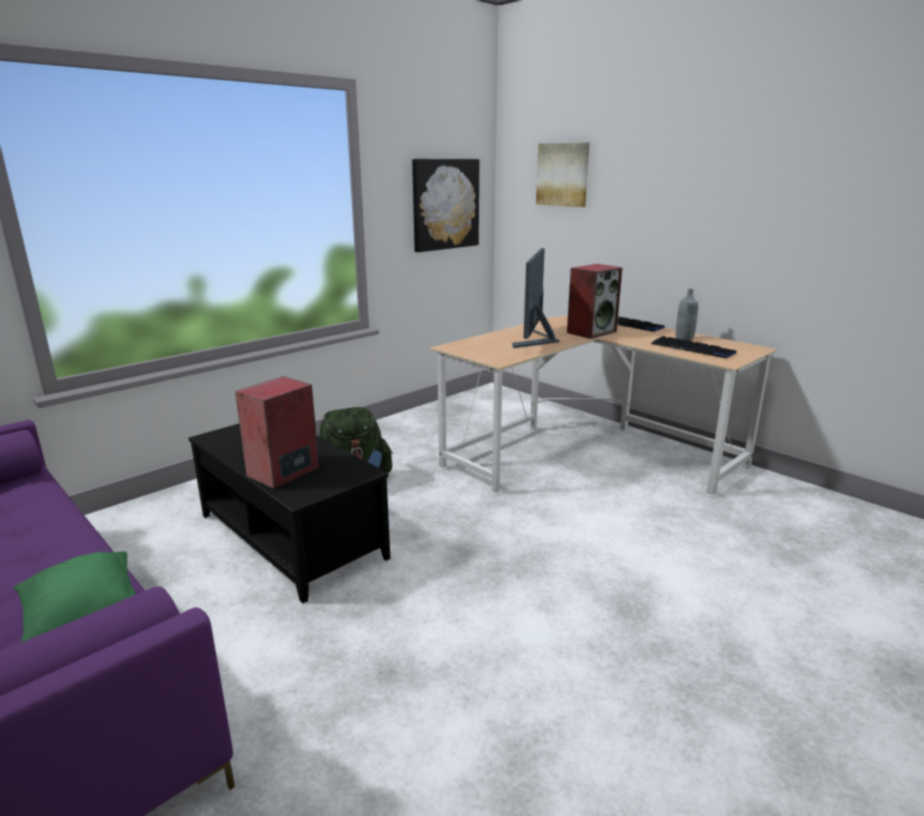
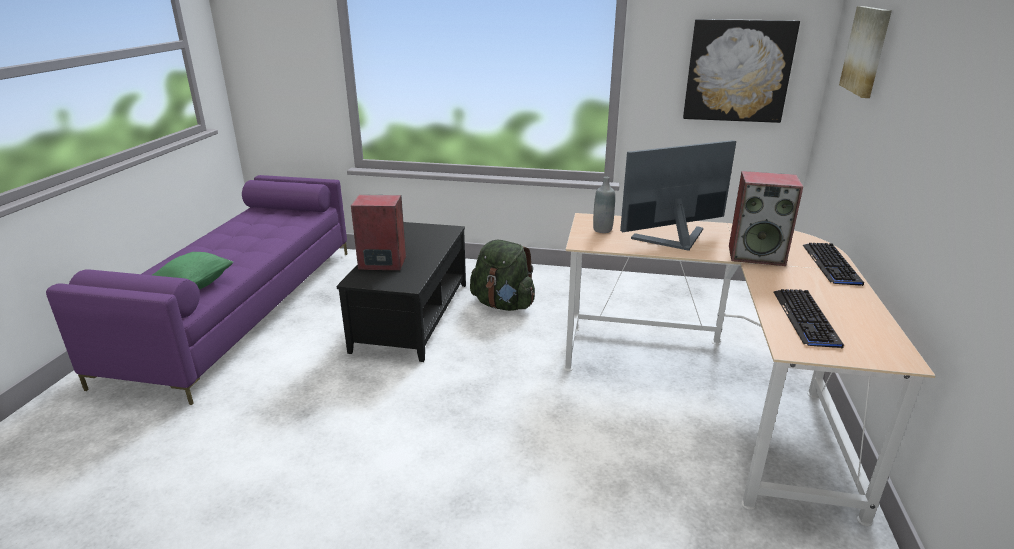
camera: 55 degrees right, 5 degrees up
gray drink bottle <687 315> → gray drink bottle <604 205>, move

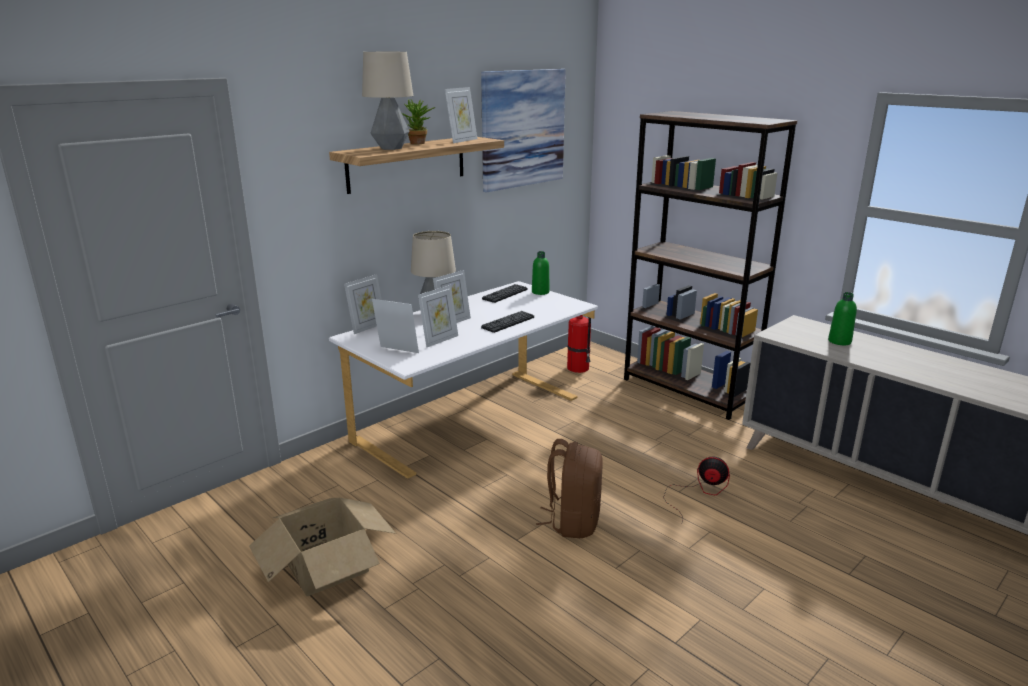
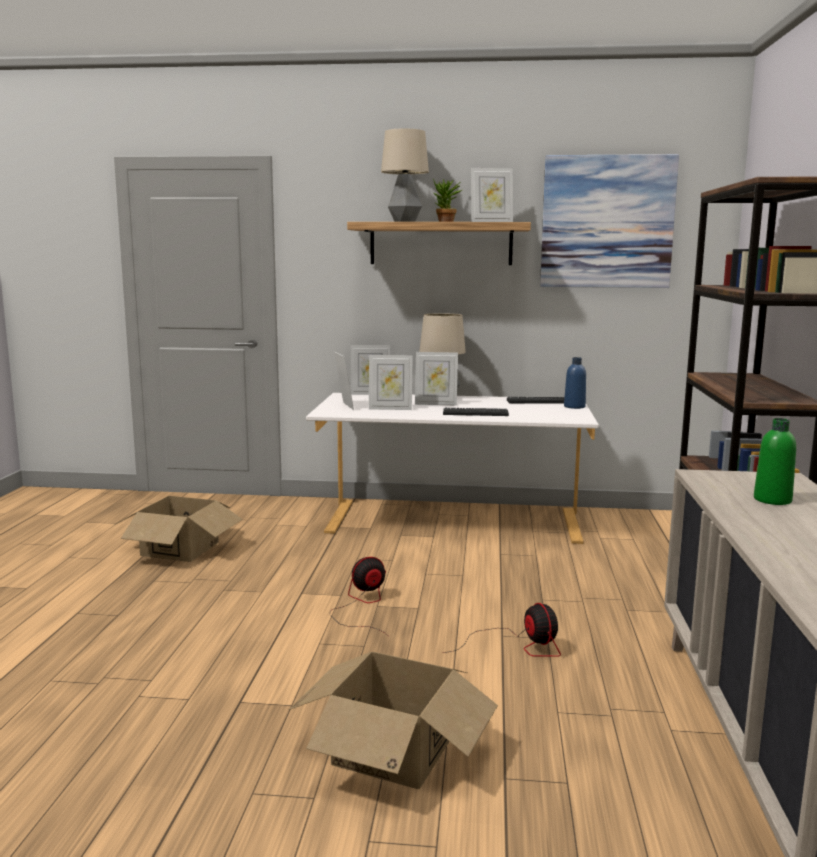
camera: 50 degrees right, 10 degrees down
green-coloured drink bottle <541 273> → bluish drink bottle <575 383>
brown-coloured backpack <569 488> → electric fan <359 596>
fire-fighting cylinder <579 344> → -
- → carton <393 720>

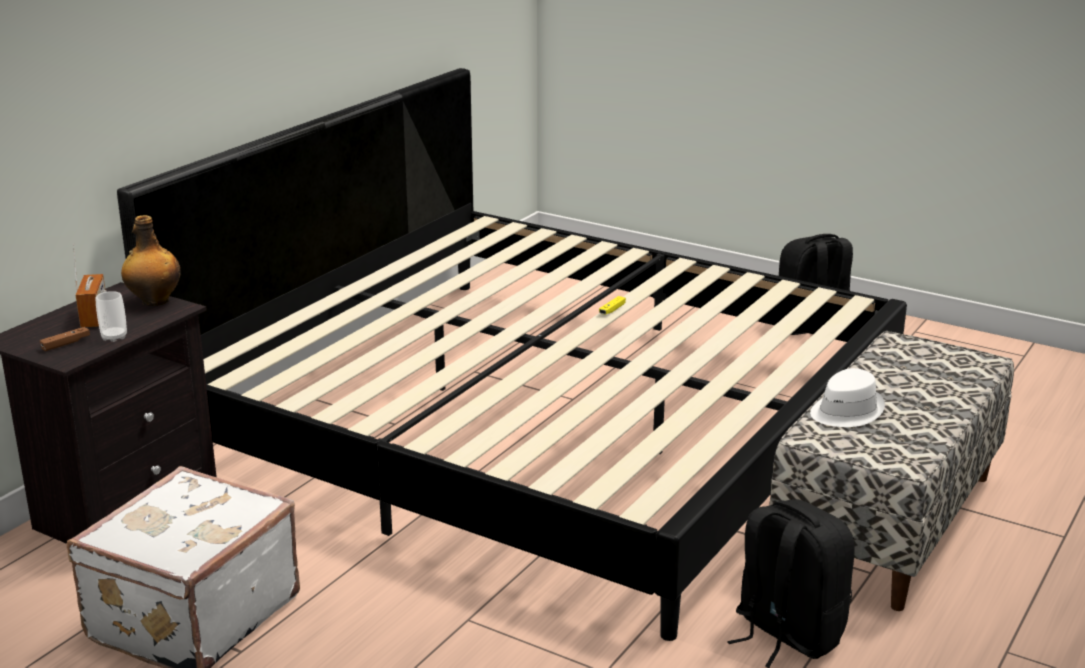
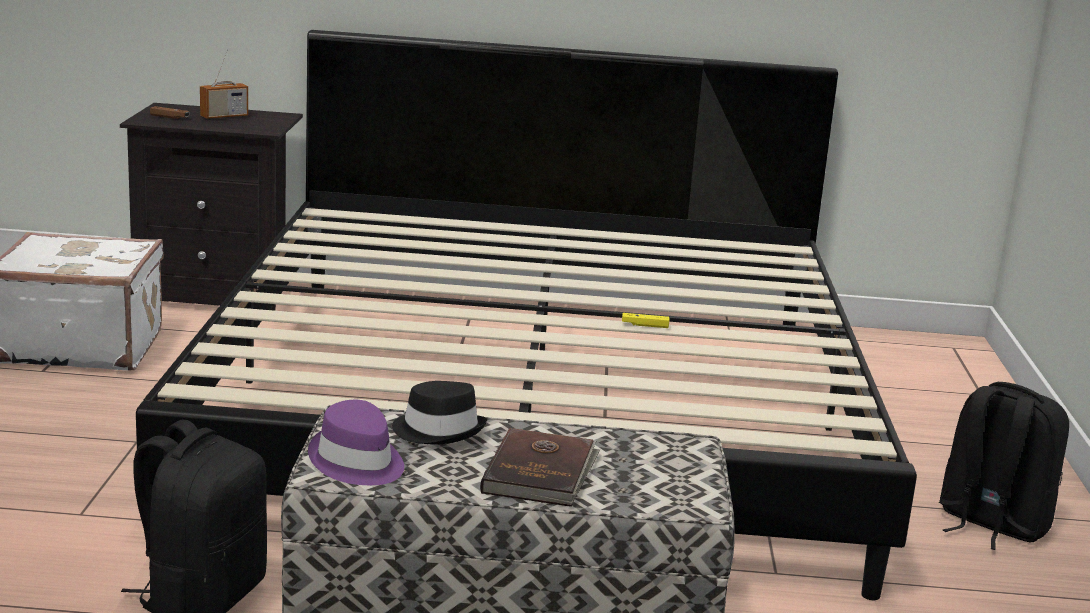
camera: 60 degrees right, 5 degrees down
cup <111 316> → -
drink bottle <150 260> → -
white clothing hat <847 397> → blackish clothing hat <439 413>
- → purple-coloured clothing hat <356 442>
- → brown-coloured volume <540 467>

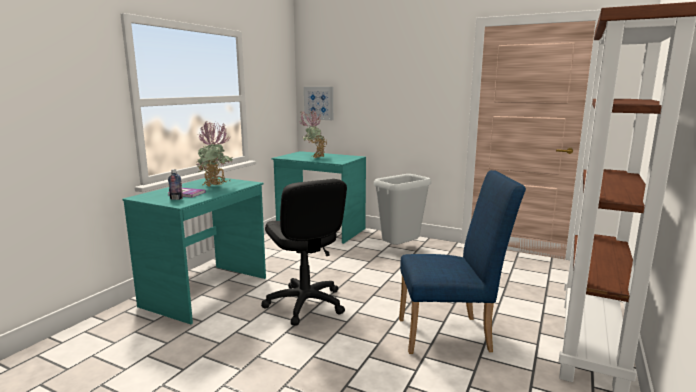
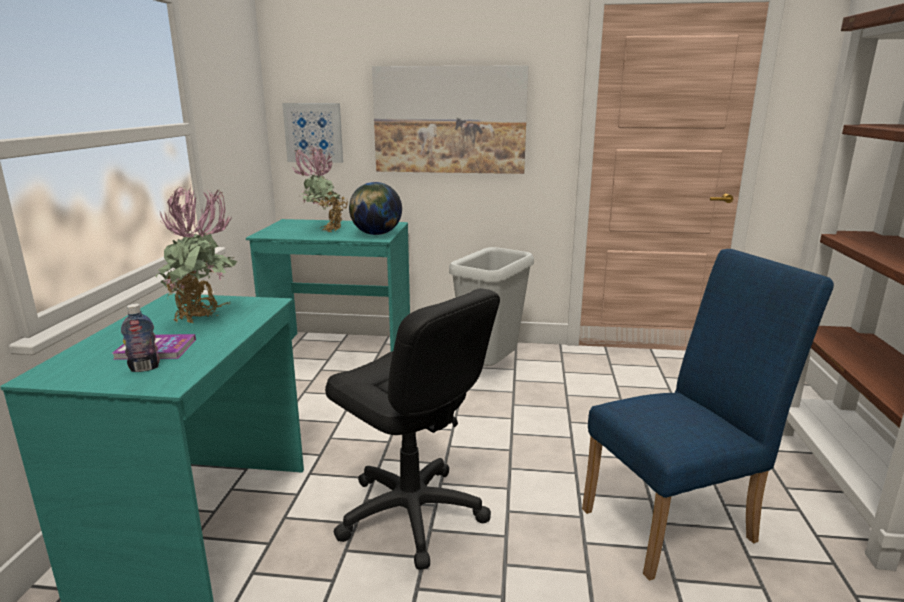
camera: 20 degrees left, 5 degrees up
- → desk globe <375 208>
- → picture <450 119>

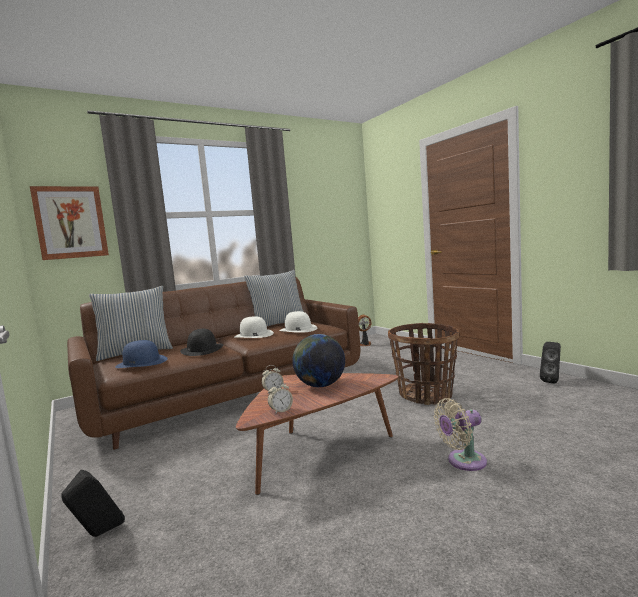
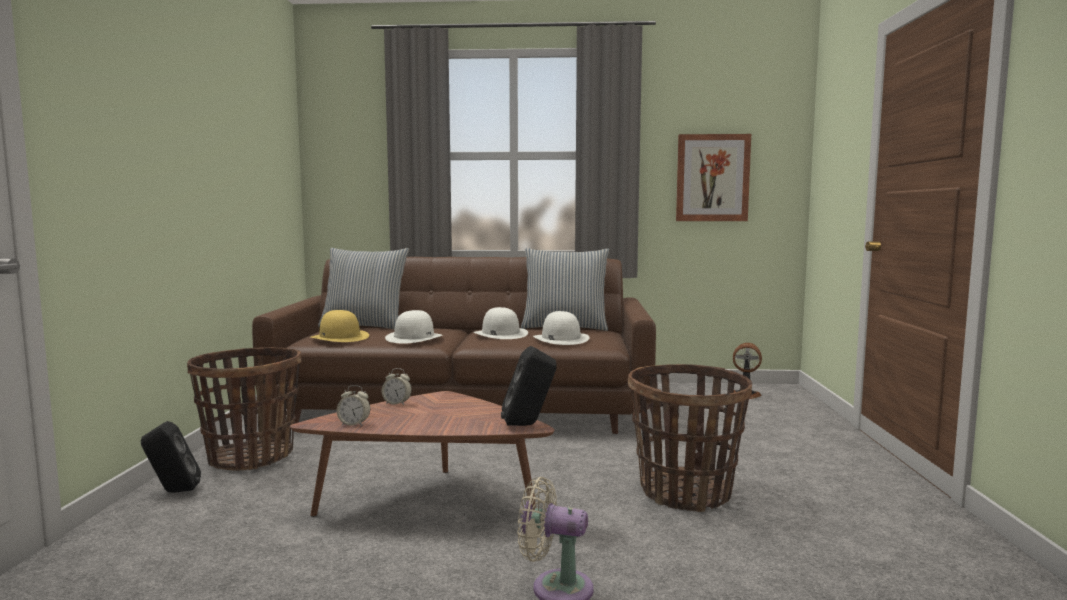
camera: 35 degrees right, 0 degrees up
picture <69 223> → picture <713 177>, move
bluish clothing hat <141 354> → yellowish clothing hat <340 326>
blackish clothing hat <202 342> → white clothing hat <414 327>
desk globe <318 360> → -
blackish audio speaker <550 363> → blackish audio speaker <529 386>, move
- → basket <244 409>

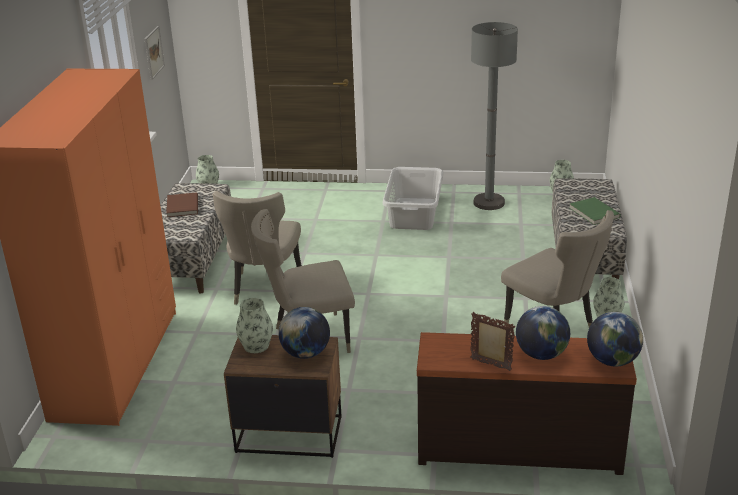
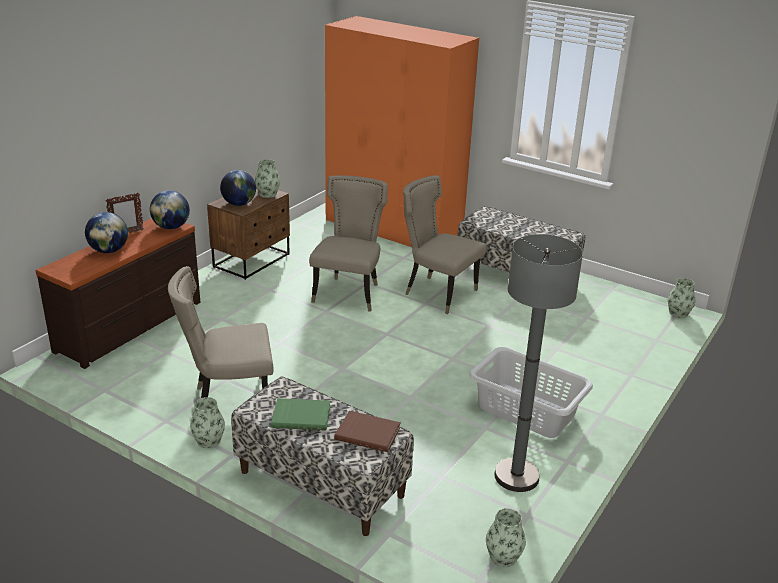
camera: 115 degrees right, 0 degrees up
picture <155 53> → -
brown-coloured volume <182 204> → brown-coloured volume <367 431>, move
desk globe <615 339> → desk globe <170 209>, move

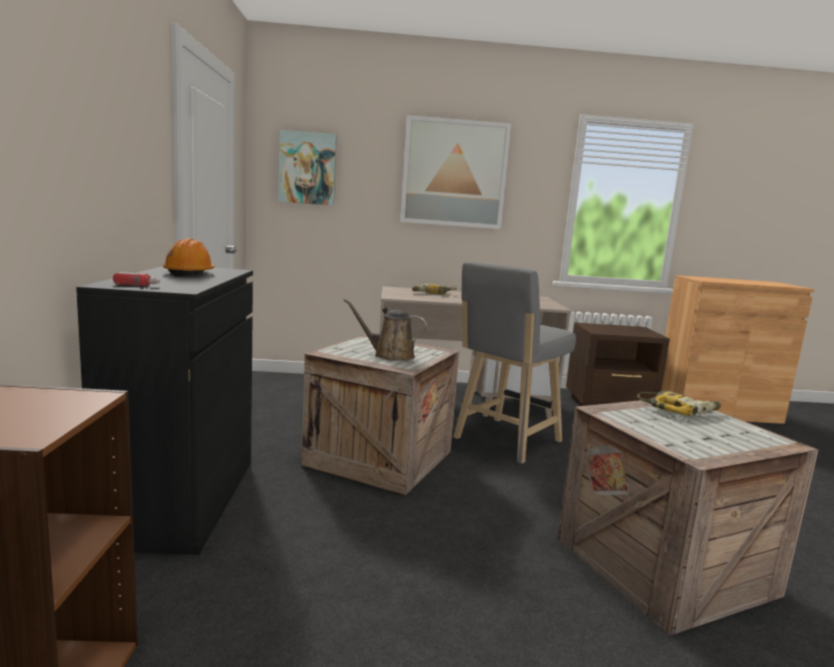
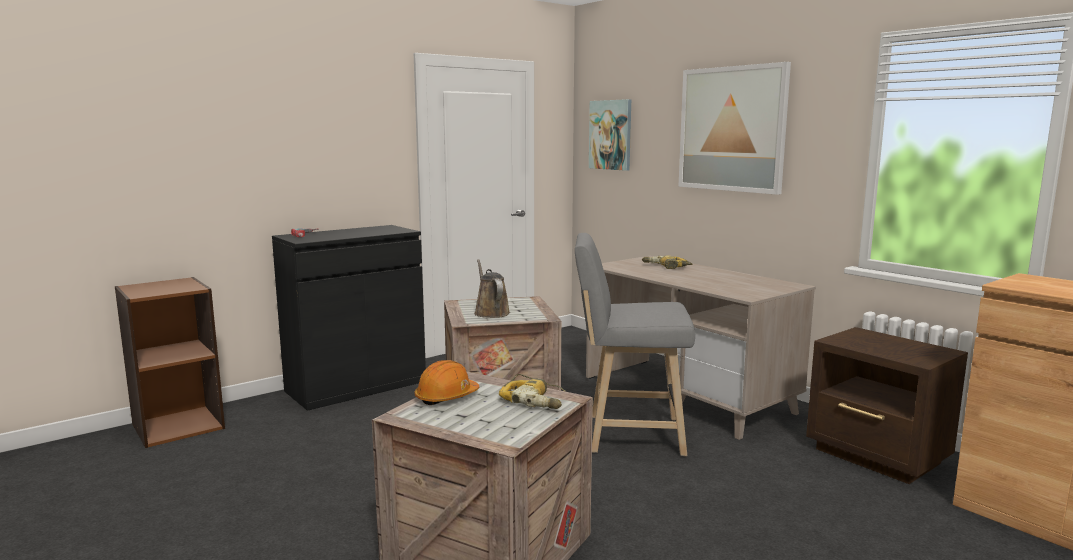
camera: 55 degrees right, 0 degrees up
orange-coloured safety helmet <188 257> → orange-coloured safety helmet <446 382>, move

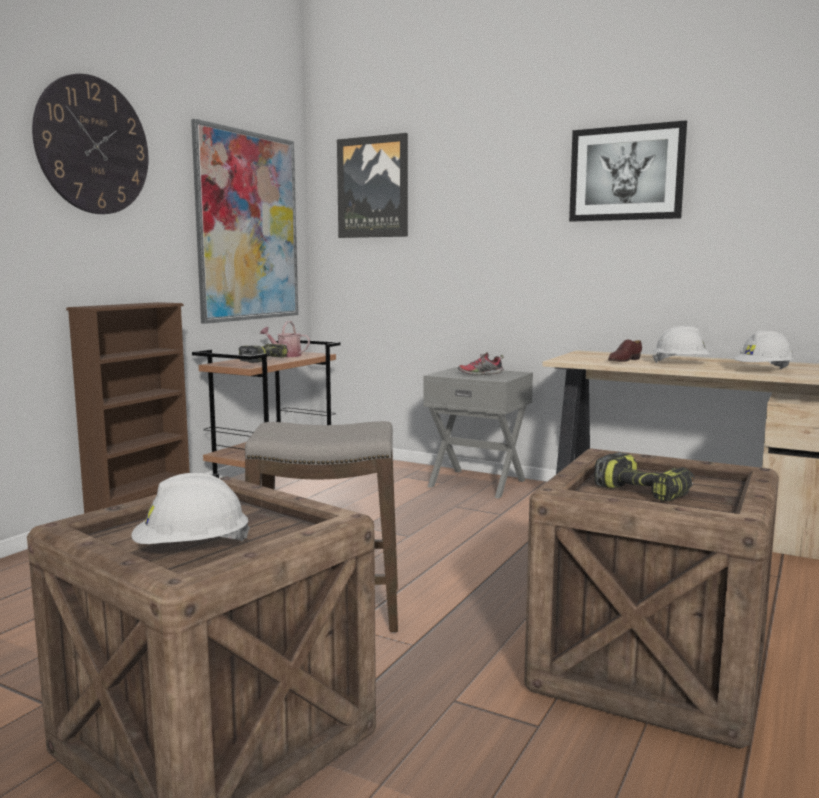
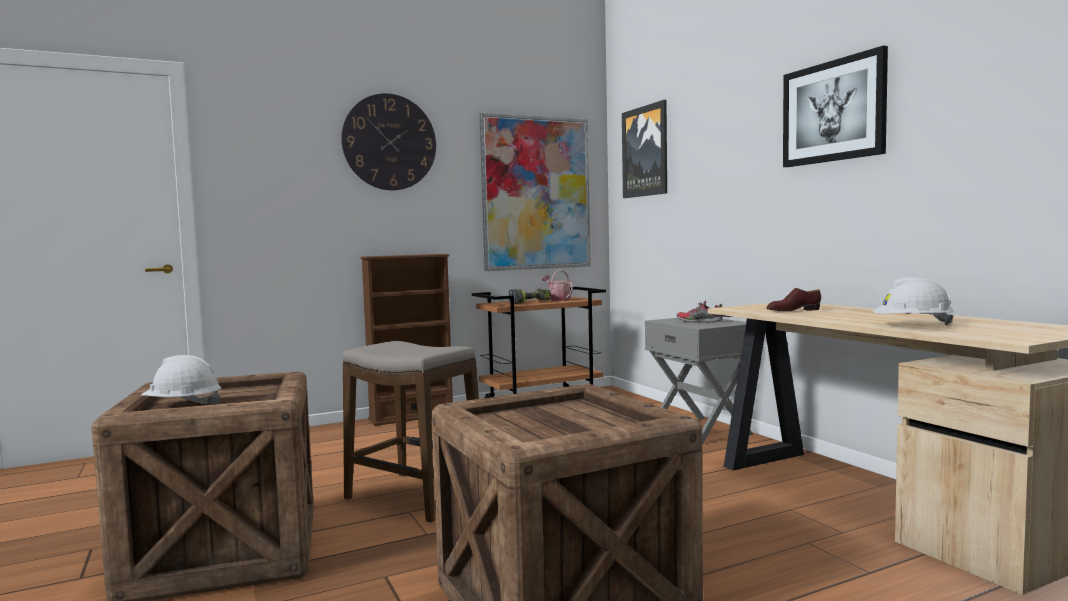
camera: 35 degrees right, 5 degrees down
drill <644 476> → -
white safety helmet <682 344> → -

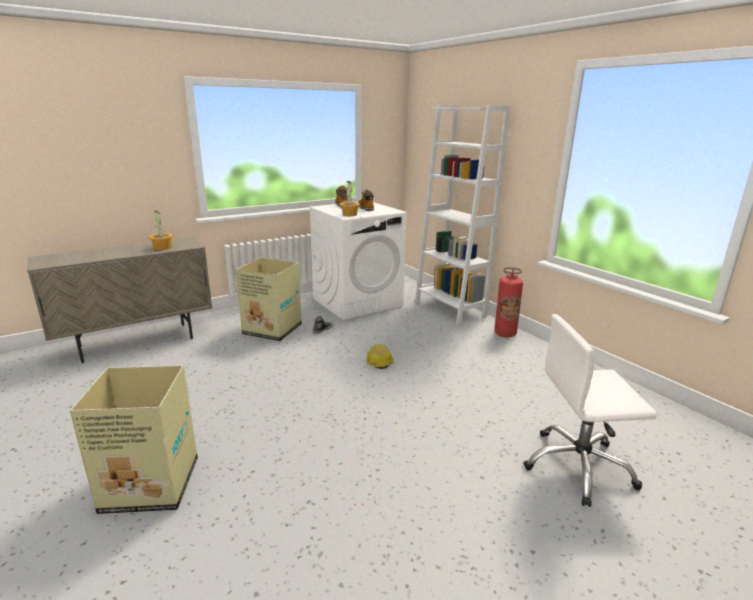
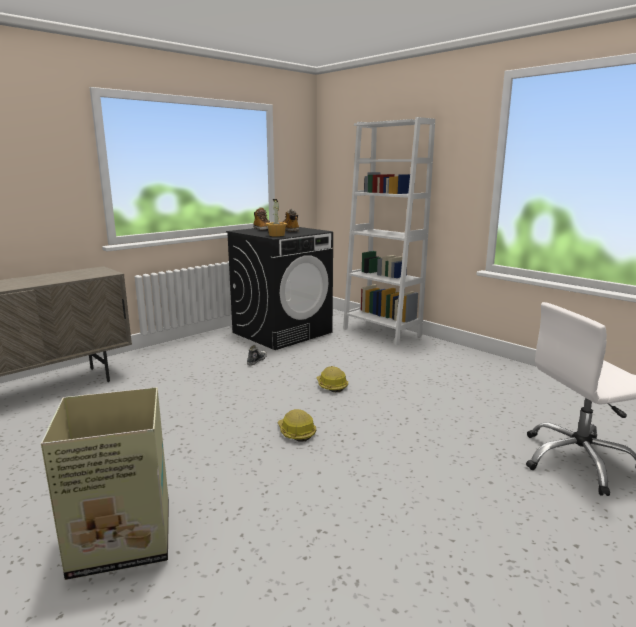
camera: 10 degrees left, 5 degrees down
houseplant <161 230> → -
carton <269 299> → -
white laundry machine <358 261> → blackish laundry machine <279 288>
fire-fighting cylinder <508 302> → -
- → safety helmet <297 425>

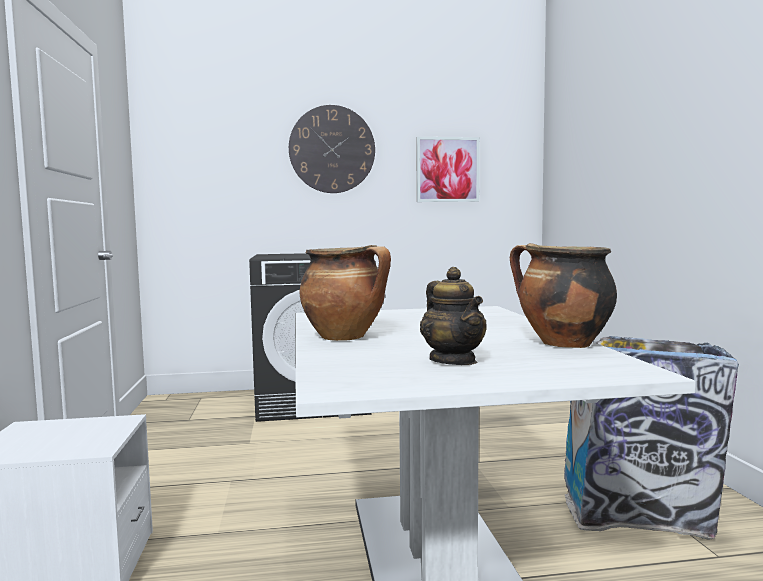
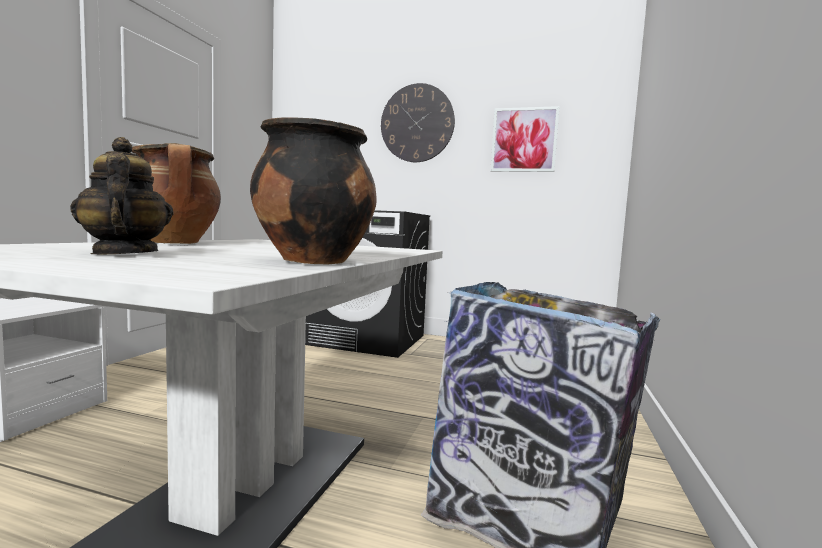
camera: 25 degrees right, 0 degrees up
pot for tea <453 316> → pot for tea <122 195>, 150 degrees clockwise

